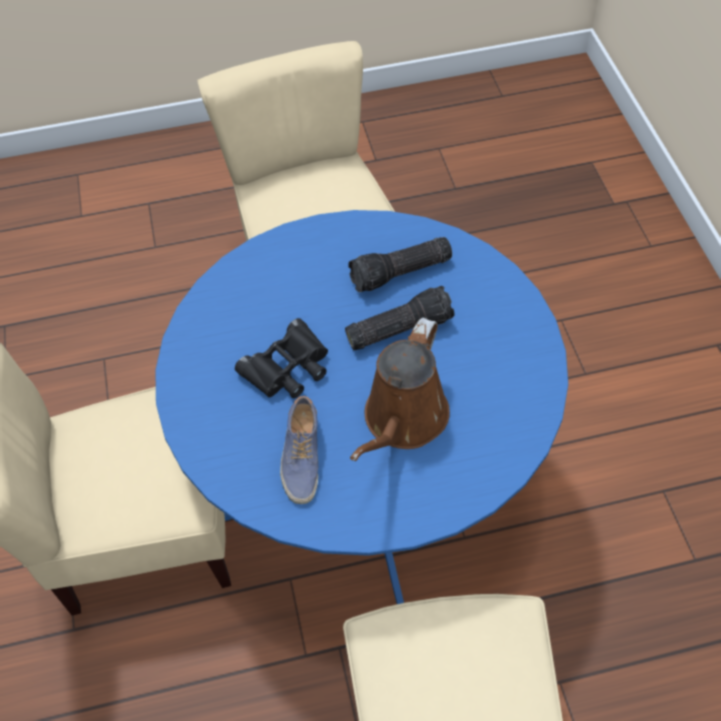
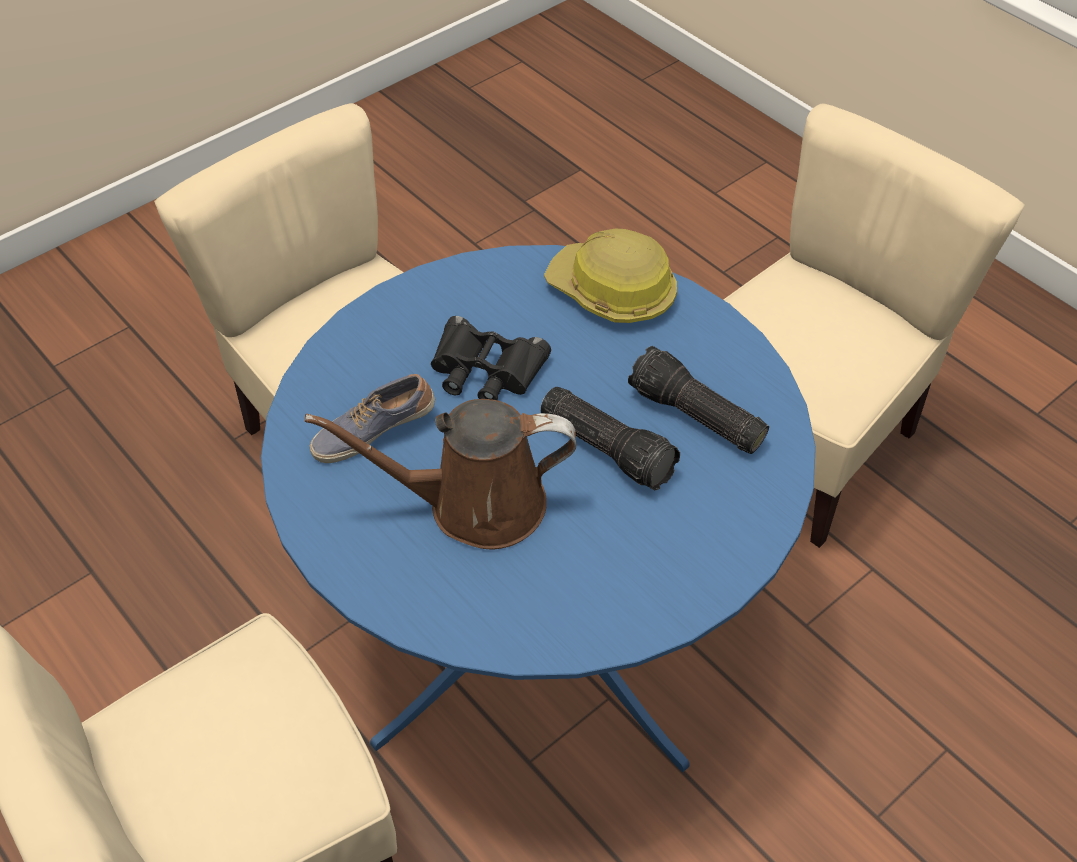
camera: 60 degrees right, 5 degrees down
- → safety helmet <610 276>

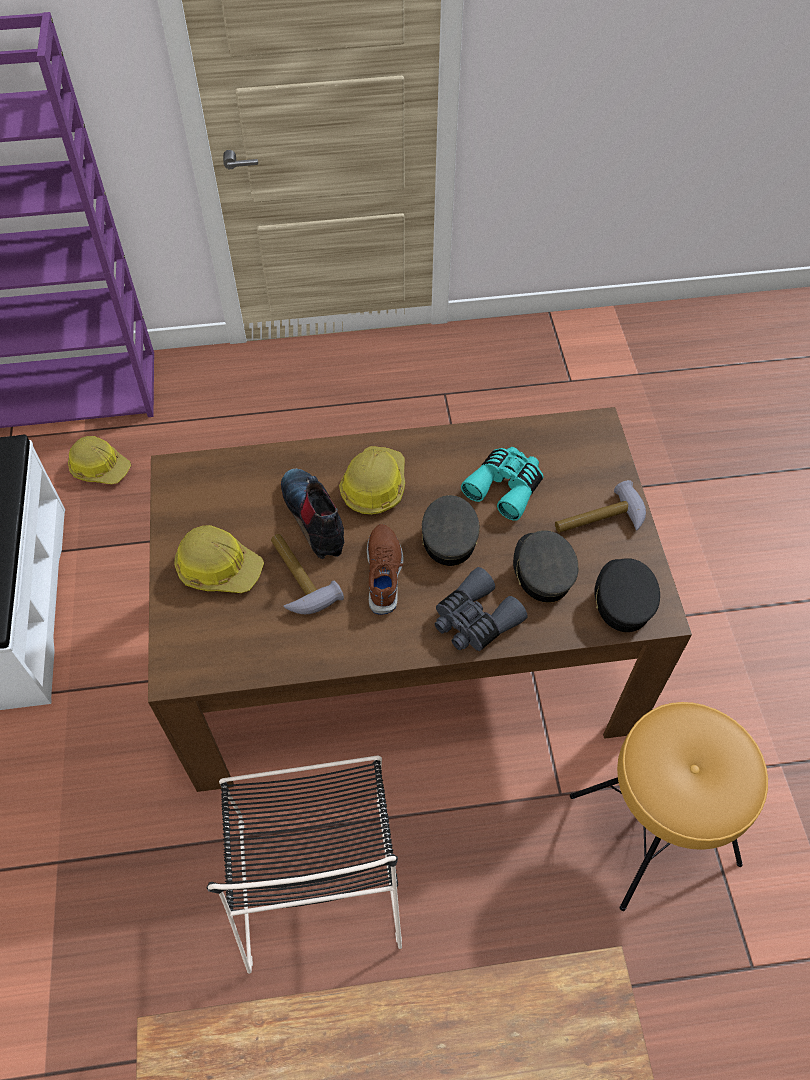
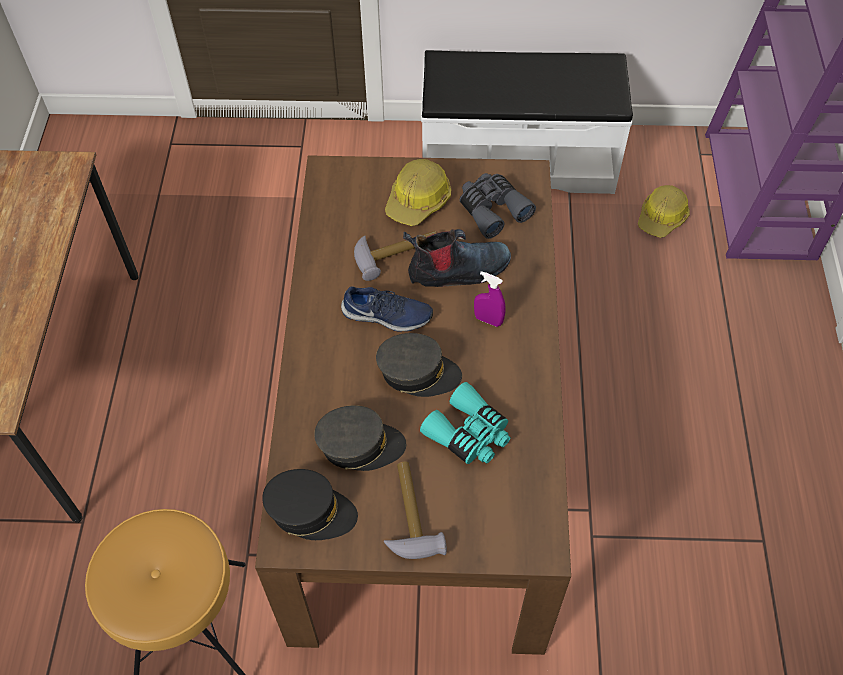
camera: 100 degrees right, 0 degrees up
blackish upright chair <304 865> → -
safety helmet <372 480> → purple-coloured spray bottle <490 299>
brown-coloured low shoe <385 569> → bluish low shoe <387 309>
gray binoculars <481 609> → gray binoculars <497 206>, move

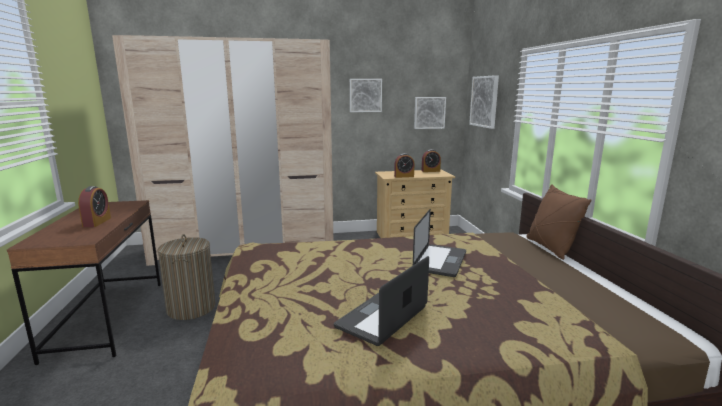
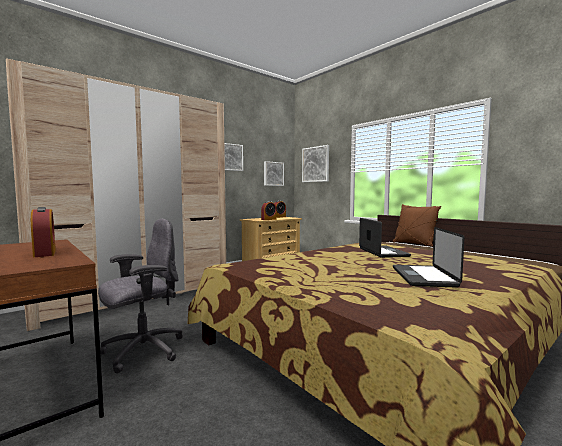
camera: 30 degrees left, 10 degrees down
laundry basket <186 277> → gray desk chair <140 296>

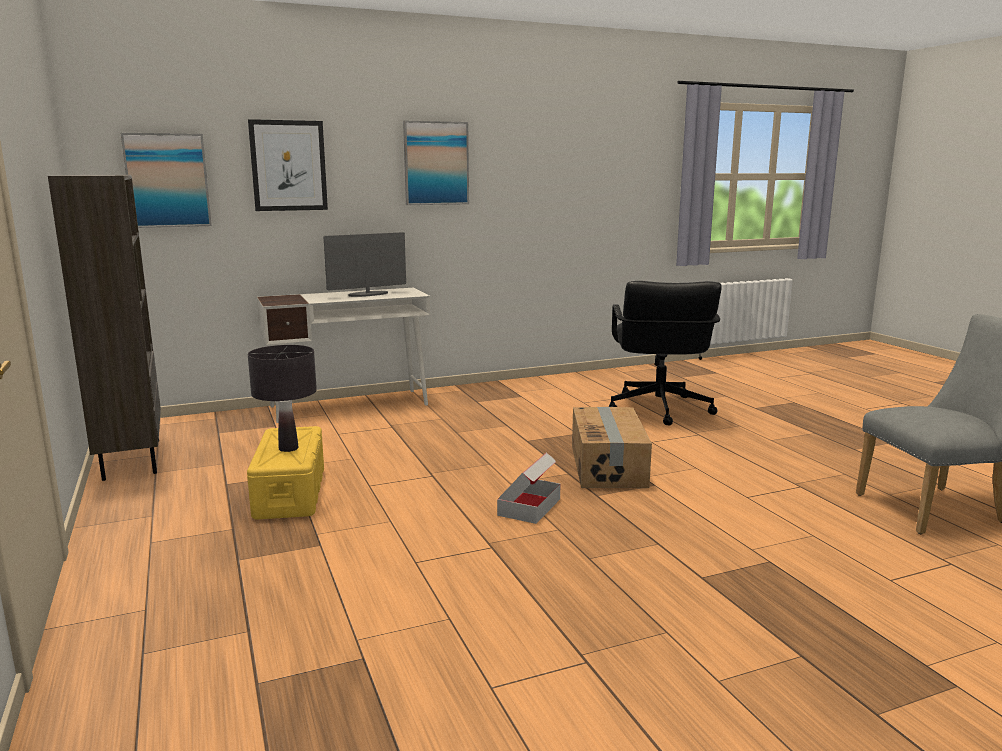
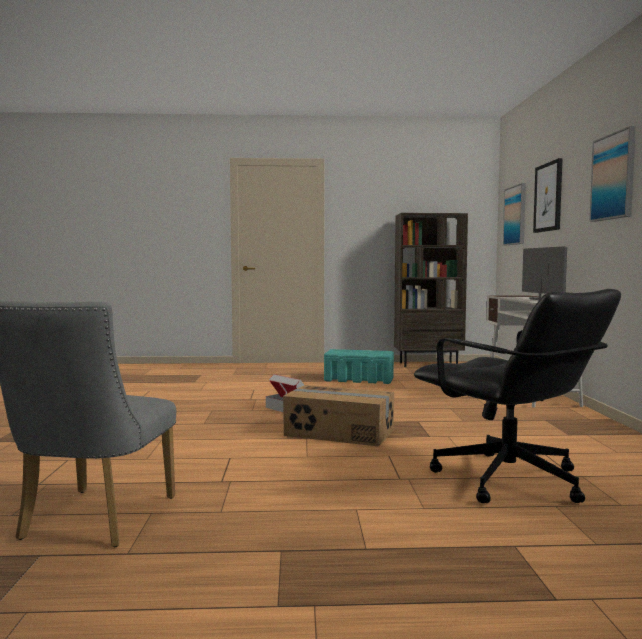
camera: 110 degrees right, 10 degrees down
yellowish storage box <285 472> → turquoise-coloured storage box <359 366>
blackish tabletop lamp <282 398> → -
blackish desk chair <665 353> → blackish desk chair <517 396>, 150 degrees counterclockwise

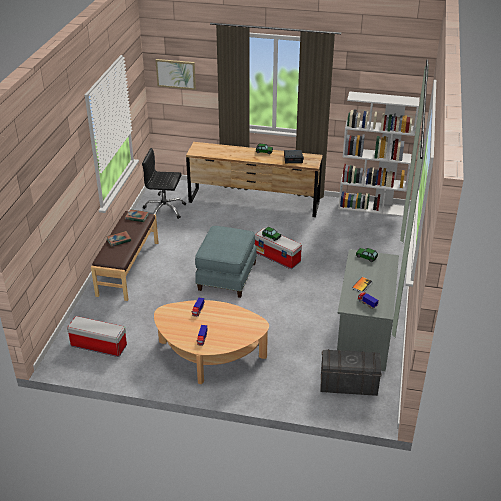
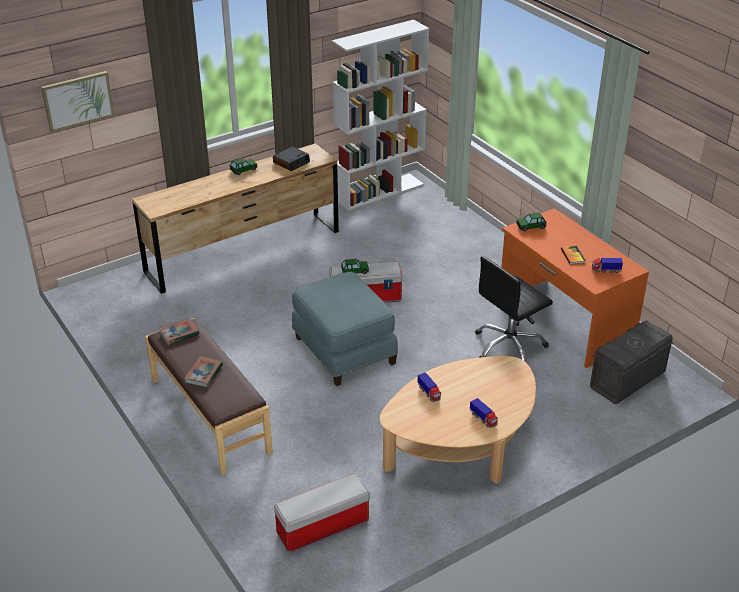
camera: 45 degrees left, 0 degrees up
blackish desk chair <164 183> → blackish desk chair <514 309>, move
gray desk <368 310> → orange-coloured desk <575 288>

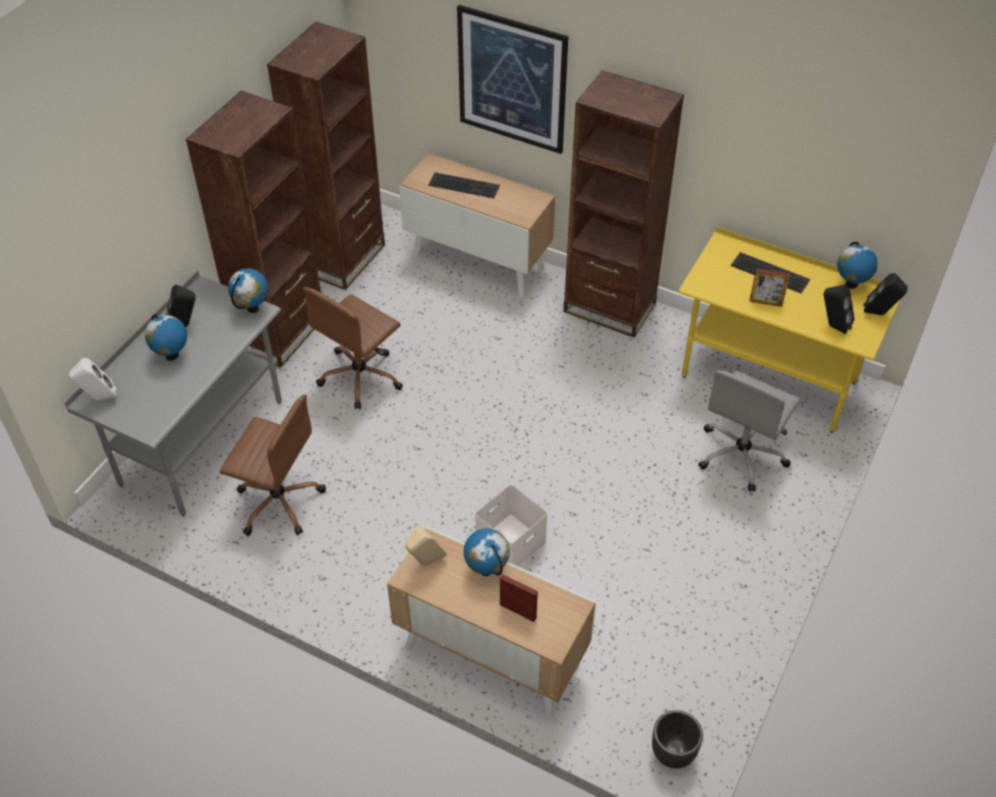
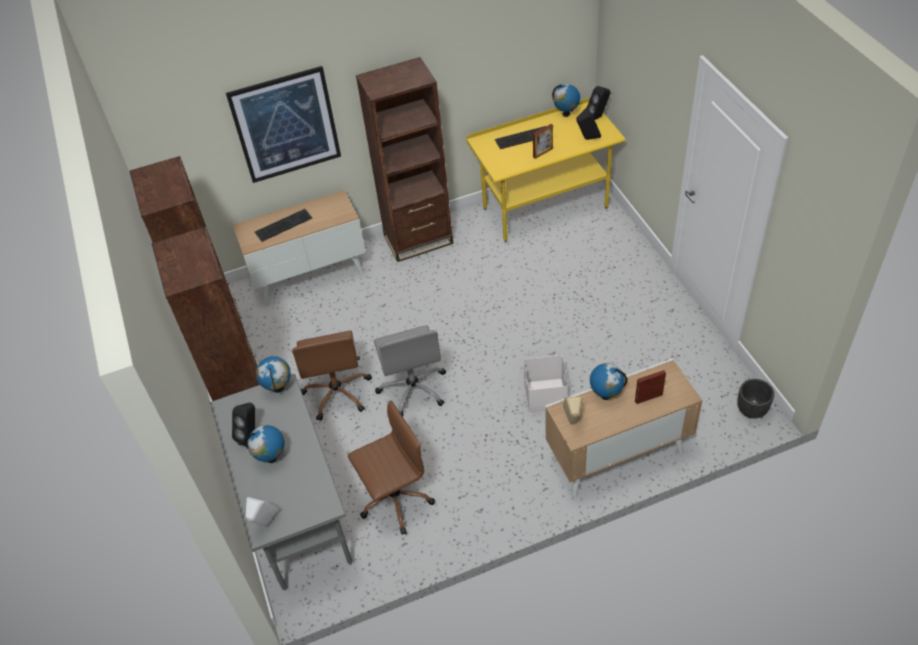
camera: 45 degrees left, 0 degrees up
gray desk chair <749 431> → gray desk chair <410 371>, move

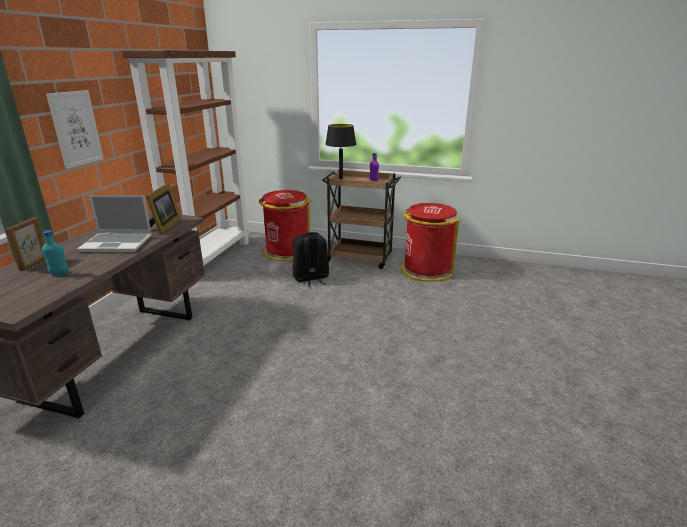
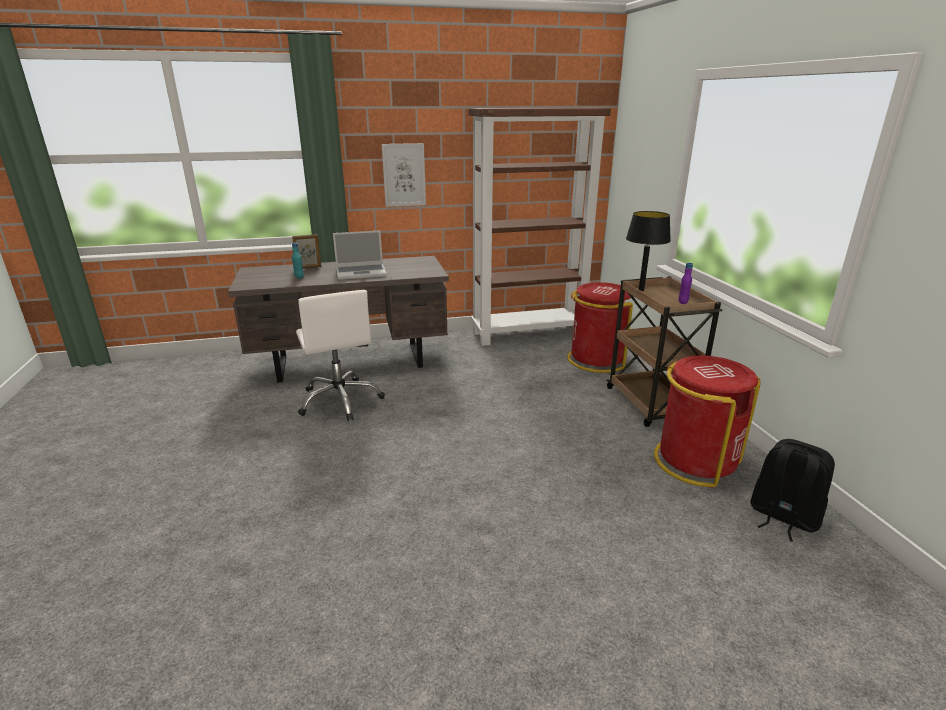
camera: 60 degrees right, 0 degrees up
laptop <114 223> → laptop <360 255>, 75 degrees counterclockwise
standing frame <163 209> → -
blackish backpack <311 259> → blackish backpack <792 490>, move
- → white desk chair <340 355>

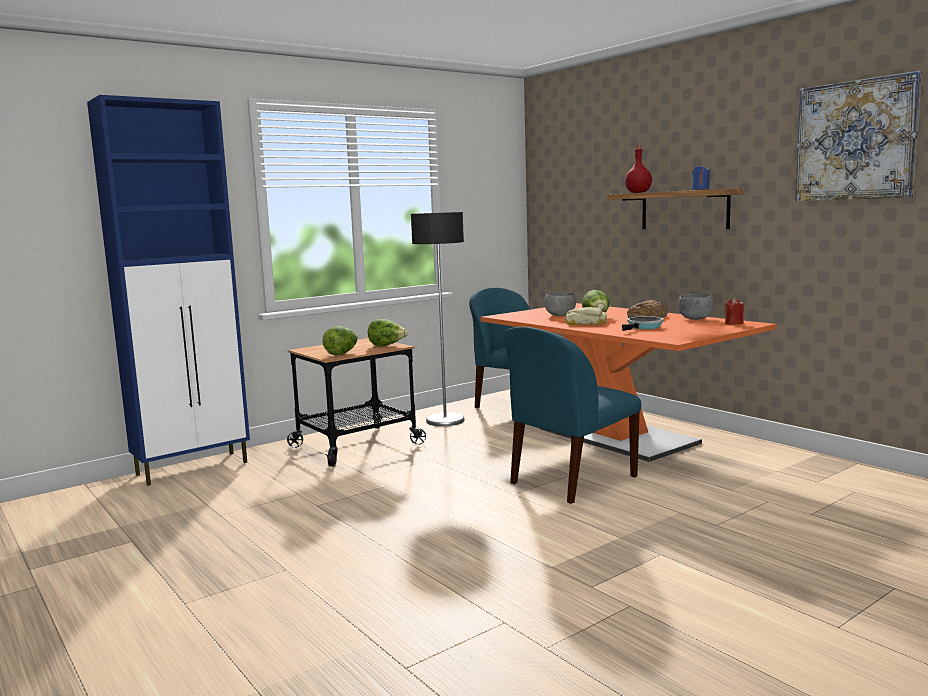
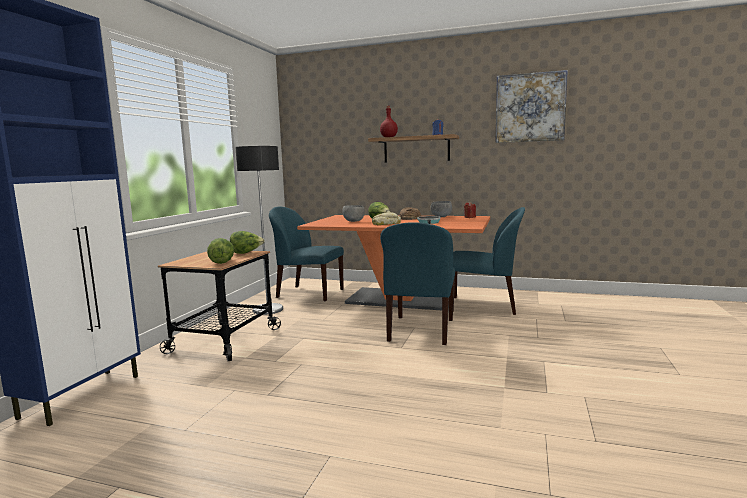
camera: 35 degrees left, 0 degrees up
- → bluish upright chair <489 261>

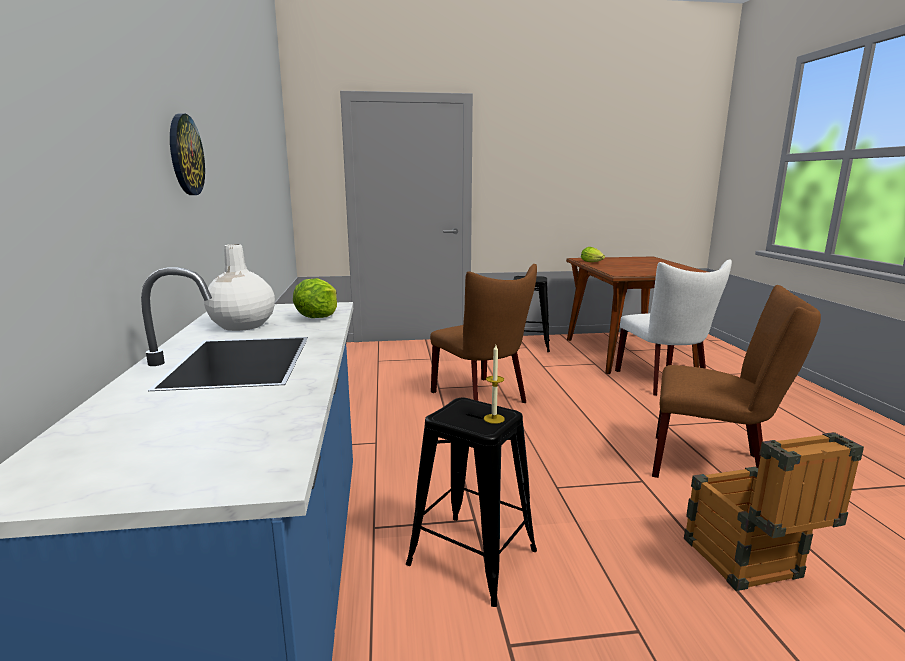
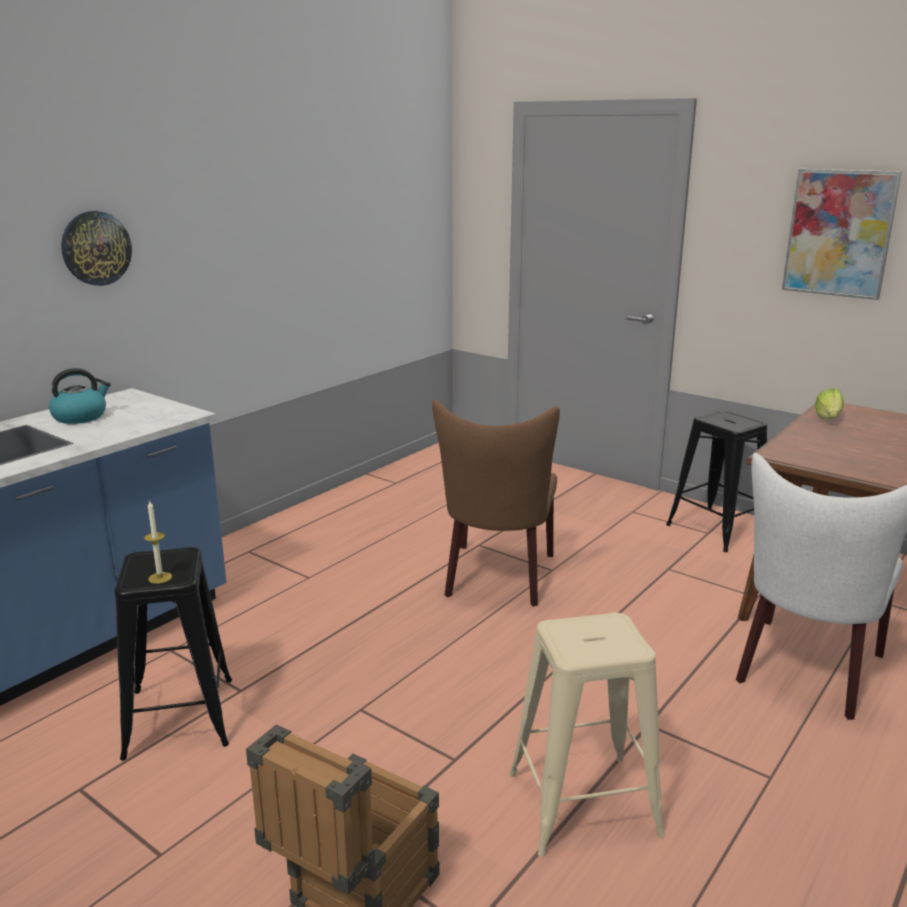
camera: 45 degrees right, 5 degrees up
white decorative vase <239 287> → water kettle <80 396>
lettuce head <315 298> → -
brown-coloured upright chair <736 381> → beige-coloured stool <587 735>
- → picture <842 234>

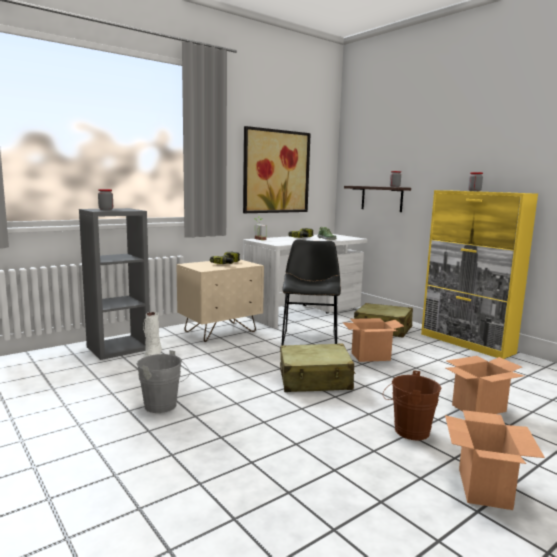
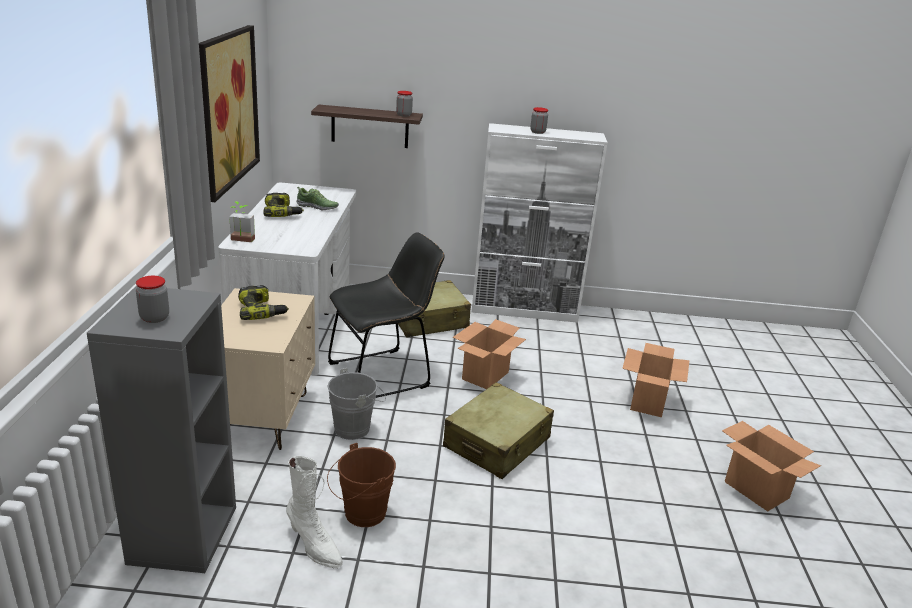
camera: 50 degrees left, 15 degrees up
gray pail <163 381> → gray pail <356 404>, move
blackish upright chair <311 292> → blackish upright chair <386 315>, 105 degrees clockwise
brown-coloured pail <412 405> → brown-coloured pail <361 485>, move
yellowish cupboard <479 274> → white cupboard <540 223>

